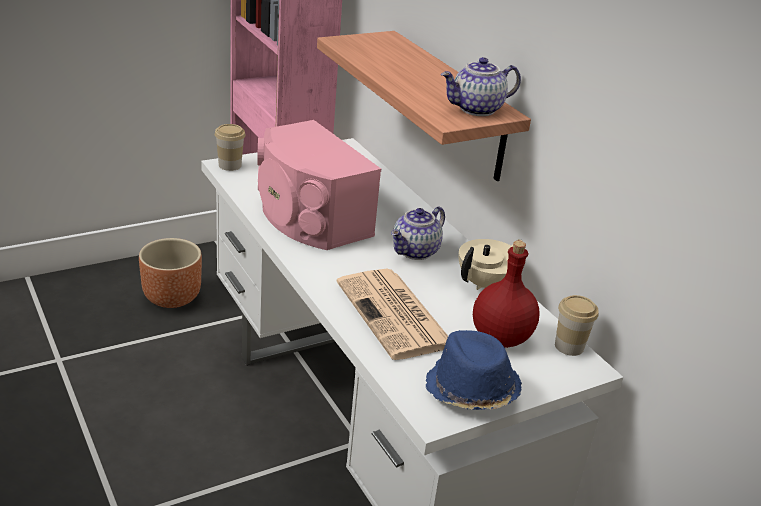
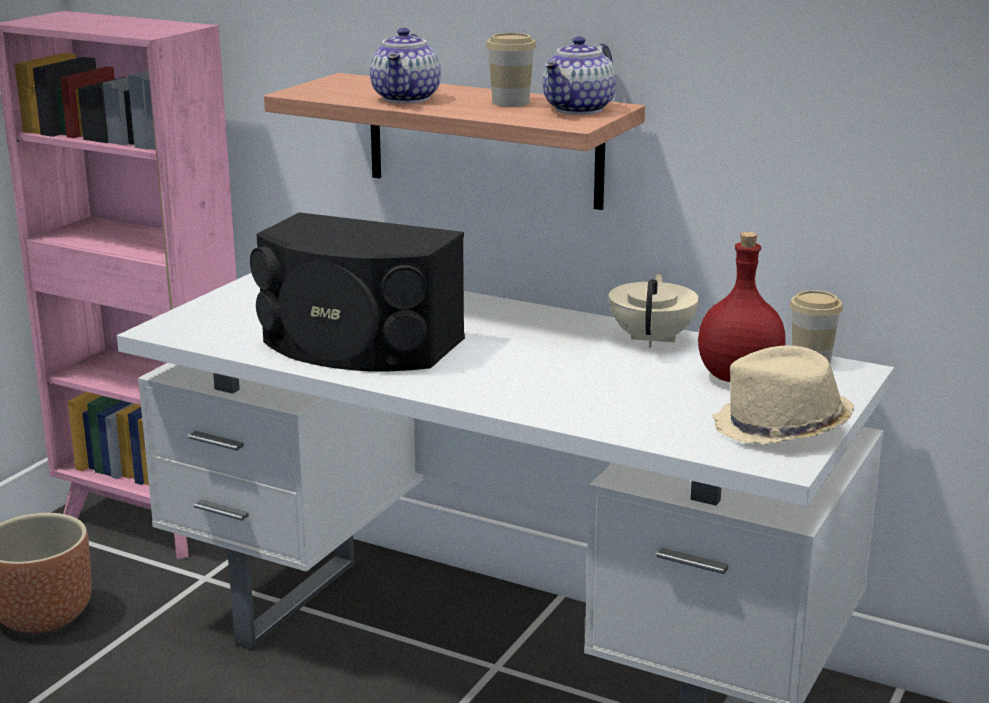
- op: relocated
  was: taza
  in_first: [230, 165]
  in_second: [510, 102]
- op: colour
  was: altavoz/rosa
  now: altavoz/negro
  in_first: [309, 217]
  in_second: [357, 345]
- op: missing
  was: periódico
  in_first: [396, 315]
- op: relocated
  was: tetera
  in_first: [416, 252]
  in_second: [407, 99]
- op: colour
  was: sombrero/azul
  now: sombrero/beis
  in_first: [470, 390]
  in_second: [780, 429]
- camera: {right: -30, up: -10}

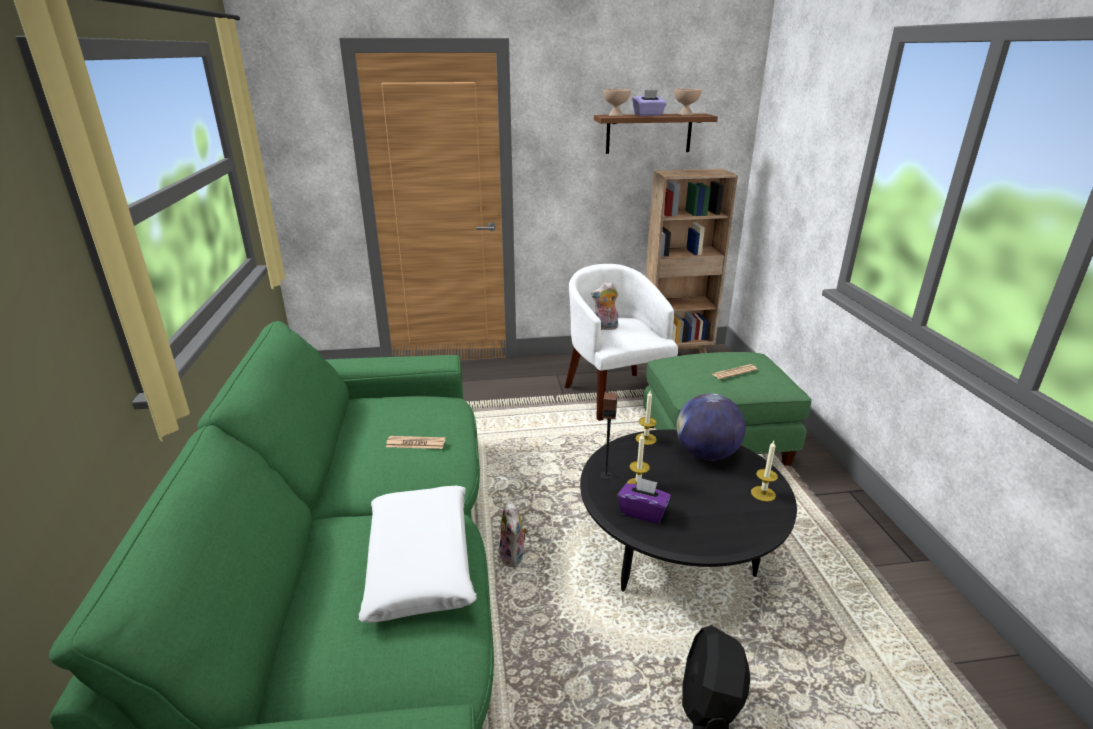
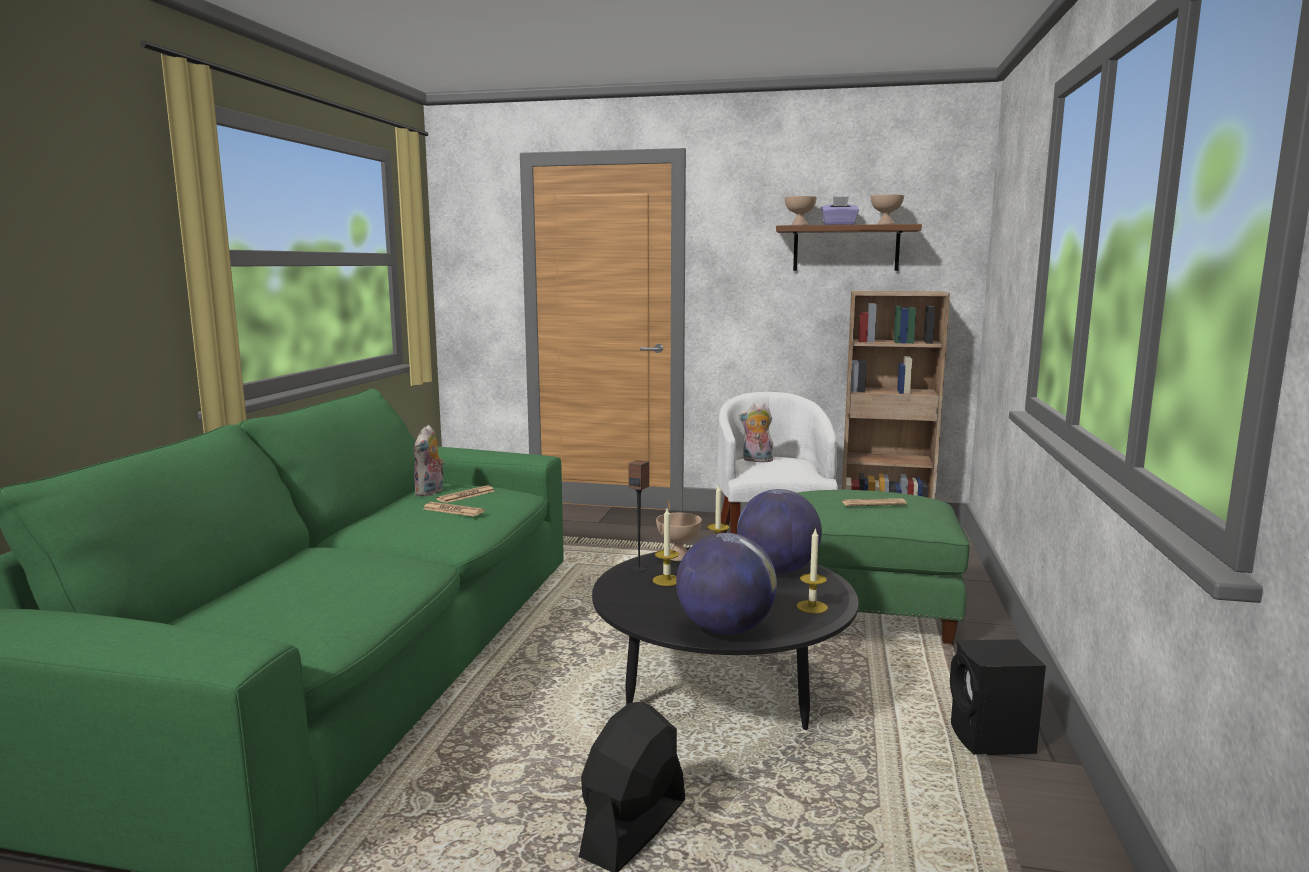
- op: missing
  was: cojín/blanco
  in_first: [421, 562]
- op: relocated
  was: peluche
  in_first: [514, 557]
  in_second: [430, 492]
- op: missing
  was: caja de pañuelos/morado
  in_first: [643, 512]
- op: appeared
  now: periódico
  in_second: [466, 495]
- op: appeared
  now: cuenco/beis
  in_second: [679, 557]
- op: appeared
  now: globo terráqueo
  in_second: [725, 629]
- op: appeared
  now: altavoz/negro
  in_second: [992, 740]
- camera: {right: 20, up: -15}

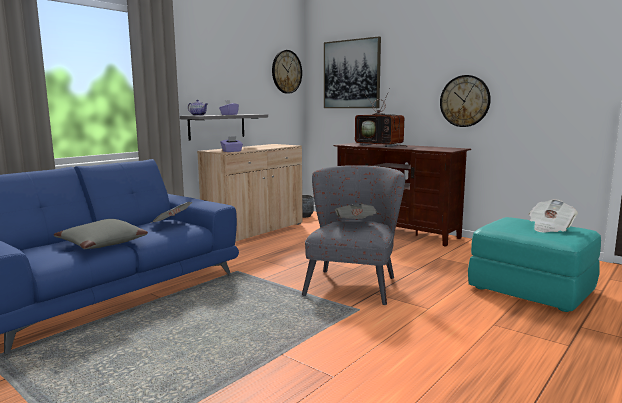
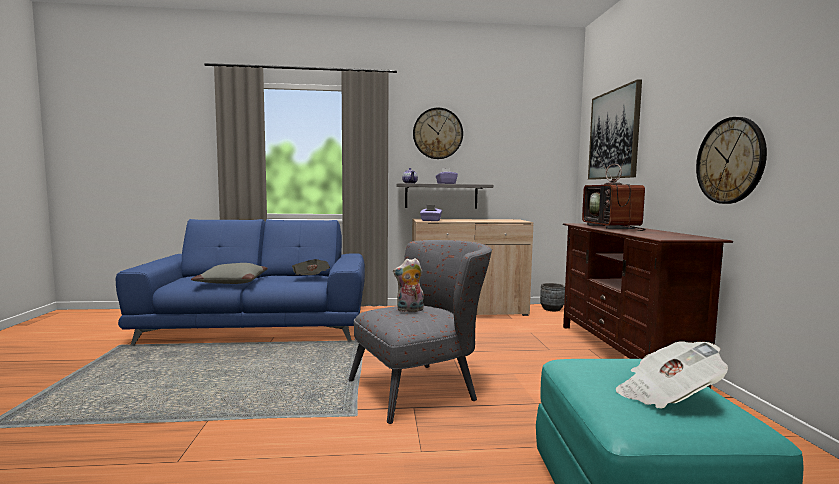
- op: relocated
  was: reloj de pared
  in_first: [286, 72]
  in_second: [437, 133]
- op: exchanged
  was: periódico
  now: peluche
  in_first: [355, 223]
  in_second: [409, 310]
- camera: {right: 45, up: -5}

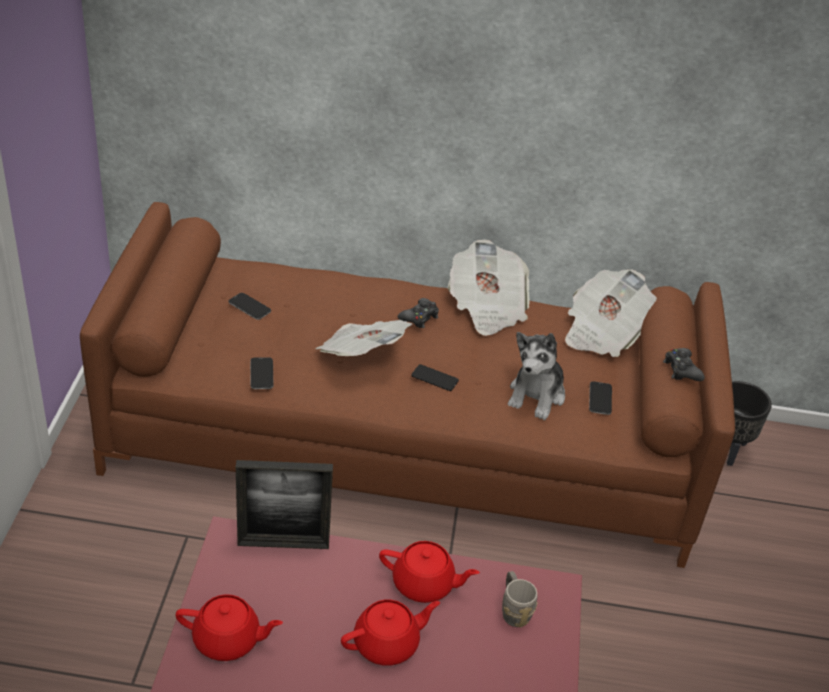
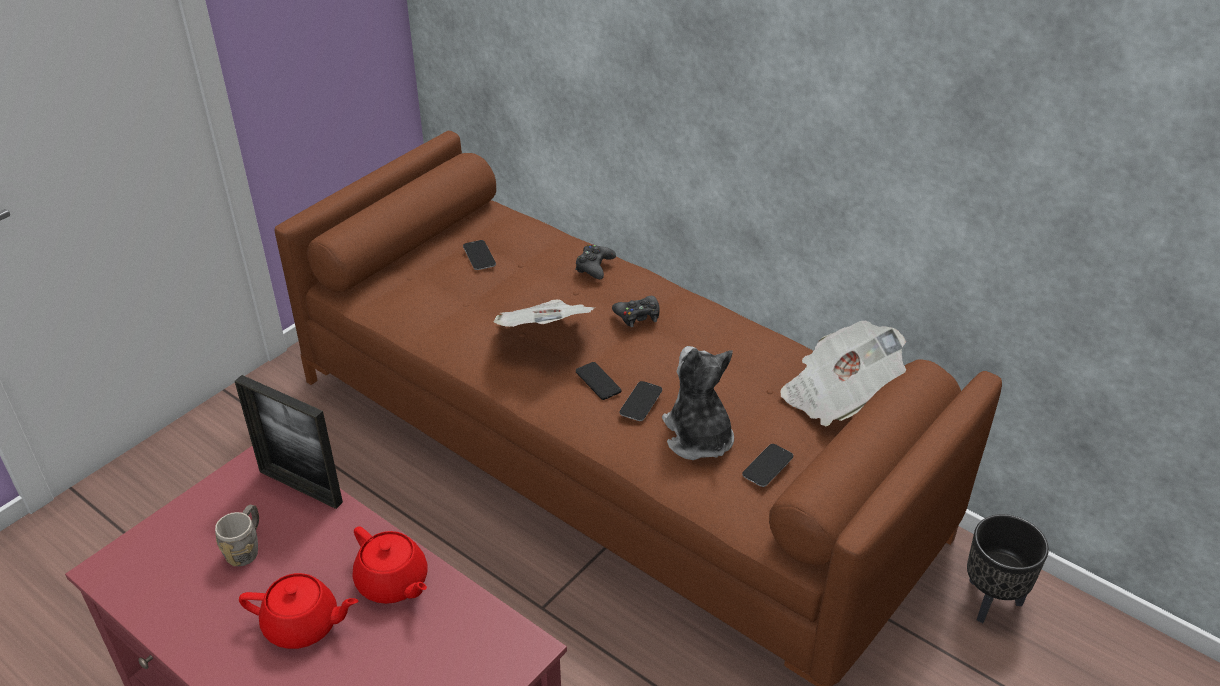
- op: missing
  was: tetera/rojo
  in_first: [228, 640]
- op: relocated
  was: móvil
  in_first: [261, 374]
  in_second: [641, 402]
- op: missing
  was: periódico
  in_first: [487, 307]
- op: relocated
  was: taza grande/gris
  in_first: [513, 610]
  in_second: [246, 548]
- op: spun
  was: peluche
  in_first: [536, 395]
  in_second: [698, 437]
  clockwise: 105
- op: relocated
  was: mando de consola/negro
  in_first: [681, 369]
  in_second: [594, 266]
- camera: {right: 35, up: 0}

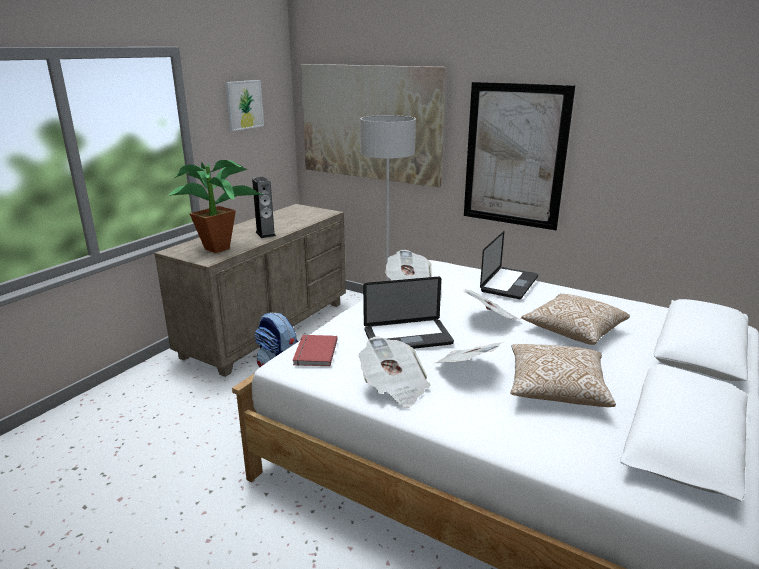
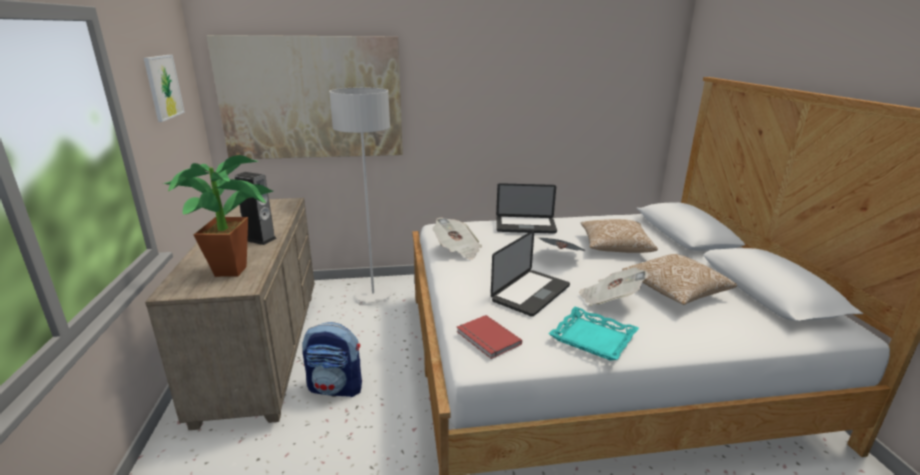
- op: exchanged
  was: periódico
  now: bandeja/turquesa
  in_first: [394, 387]
  in_second: [593, 338]
- op: missing
  was: cuadro
  in_first: [514, 156]
- op: spun
  was: portátil
  in_first: [509, 284]
  in_second: [525, 226]
  clockwise: 105
- camera: {right: -40, up: 0}

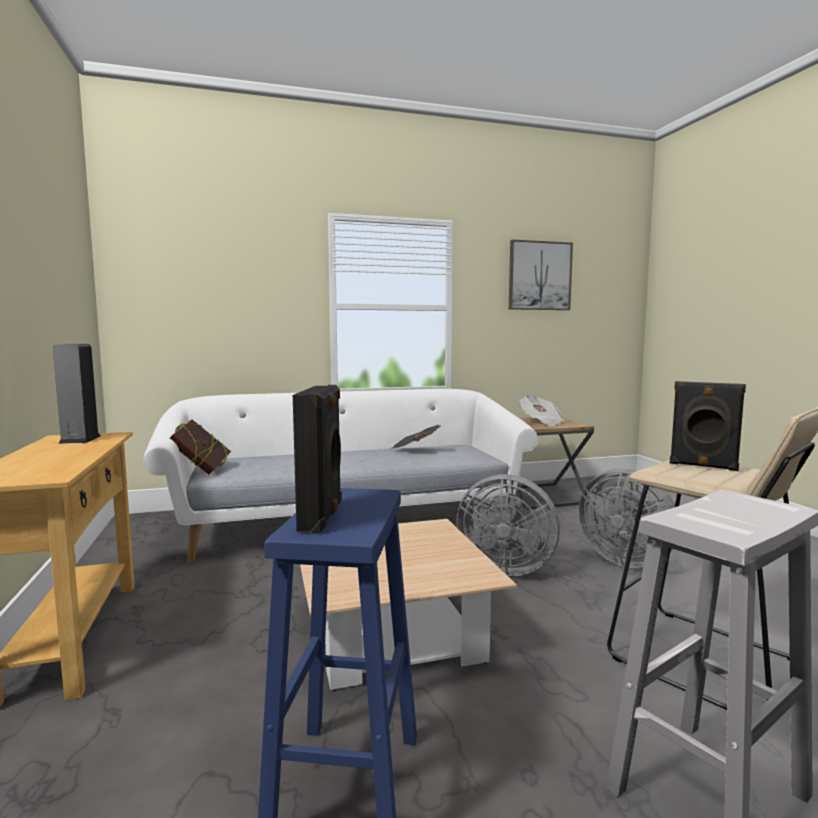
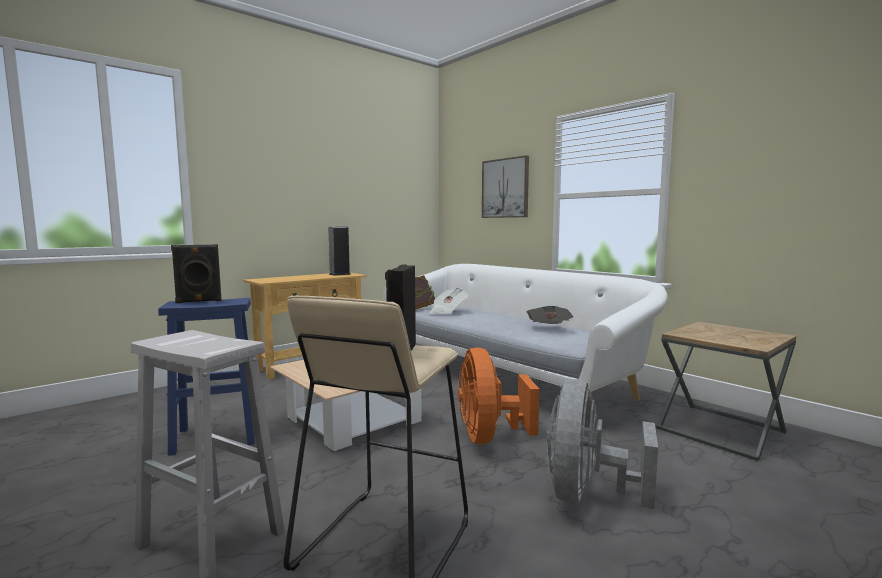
- op: colour
  was: ventilador/gris
  now: ventilador/naranja
  in_first: [503, 567]
  in_second: [489, 437]
- op: relocated
  was: cuadro
  in_first: [539, 276]
  in_second: [505, 188]
- op: relocated
  was: periódico
  in_first: [541, 422]
  in_second: [447, 312]
- camera: {right: 65, up: 0}

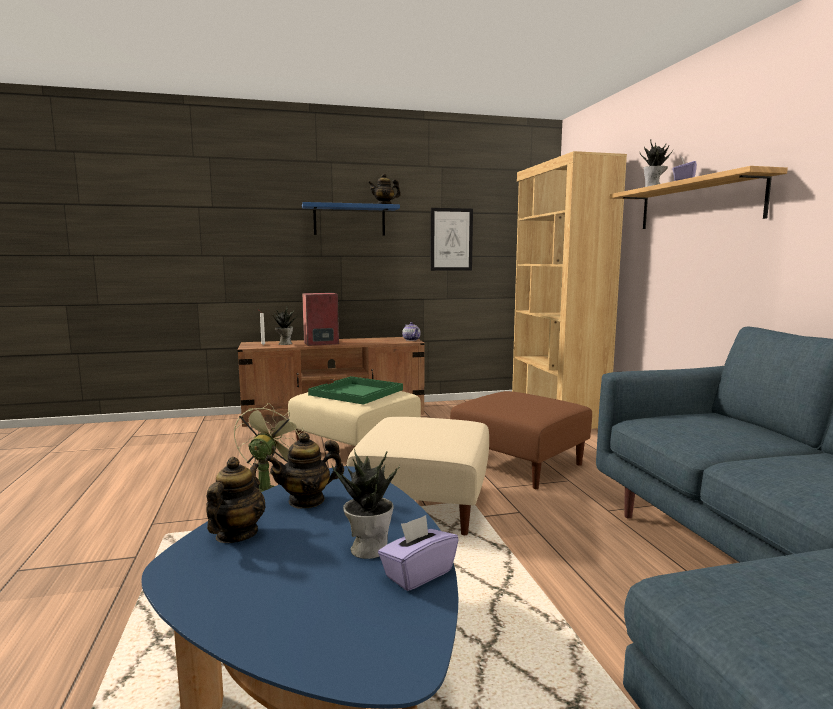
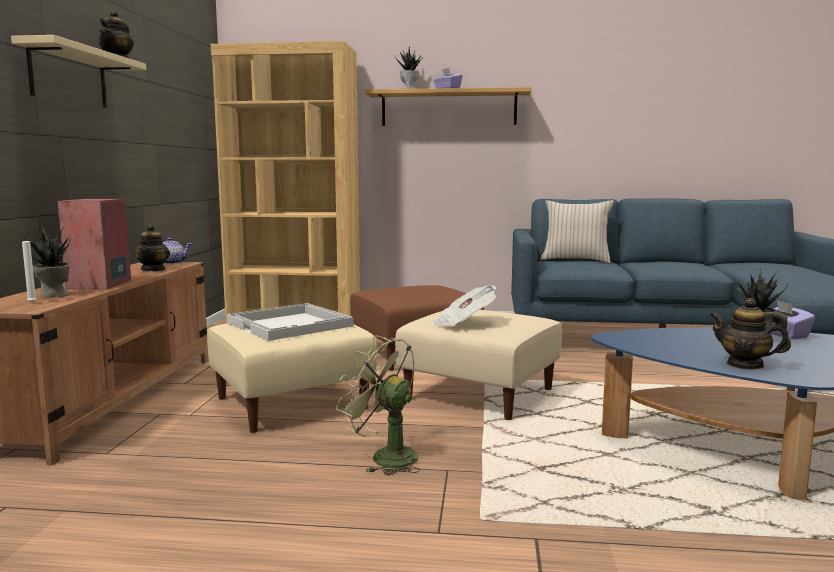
- op: relocated
  was: tetera
  in_first: [307, 500]
  in_second: [153, 269]
- op: colour
  was: estante/azul
  now: estante/beis
  in_first: [349, 220]
  in_second: [69, 77]
- op: colour
  was: bandeja/verde
  now: bandeja/blanco
  in_first: [356, 392]
  in_second: [291, 324]
- op: missing
  was: cuadro
  in_first: [451, 239]
- op: appeared
  now: periódico
  in_second: [463, 323]
- op: appeared
  now: cojín/beis
  in_second: [575, 260]
- camera: {right: -70, up: 0}

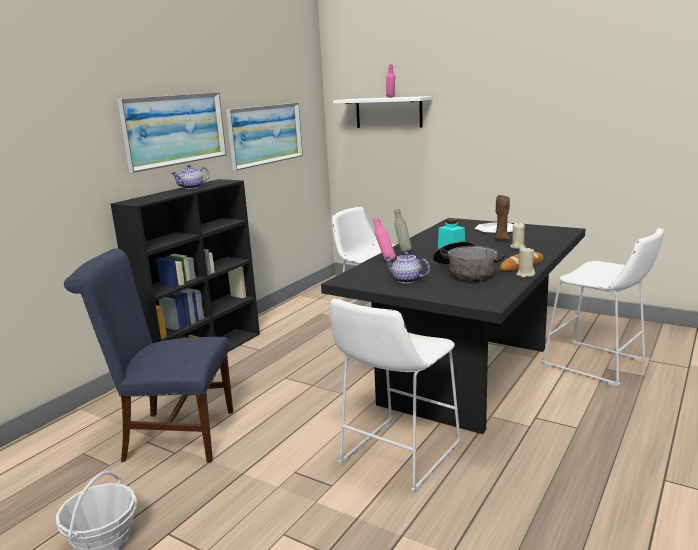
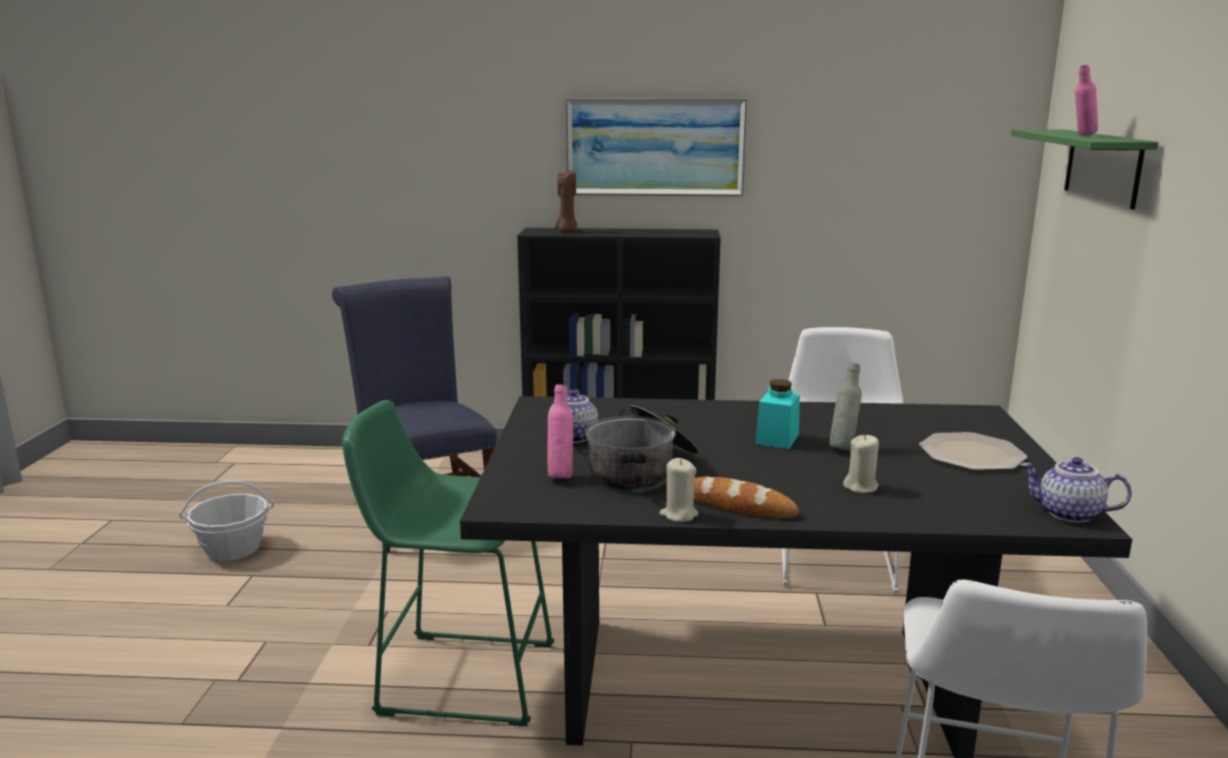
- op: relocated
  was: tetera
  in_first: [192, 187]
  in_second: [1068, 514]
- op: missing
  was: cuadro
  in_first: [265, 134]
- op: colour
  was: taburete/blanco
  now: taburete/verde
  in_first: [396, 456]
  in_second: [458, 676]
- op: colour
  was: estante/blanco
  now: estante/verde
  in_first: [388, 112]
  in_second: [1102, 167]
- op: relocated
  was: botella/rosa
  in_first: [385, 260]
  in_second: [560, 475]
- op: relocated
  was: botella/gris
  in_first: [403, 251]
  in_second: [843, 448]
- op: relocated
  was: vela/marrón
  in_first: [501, 239]
  in_second: [566, 231]
- camera: {right: 60, up: 0}

